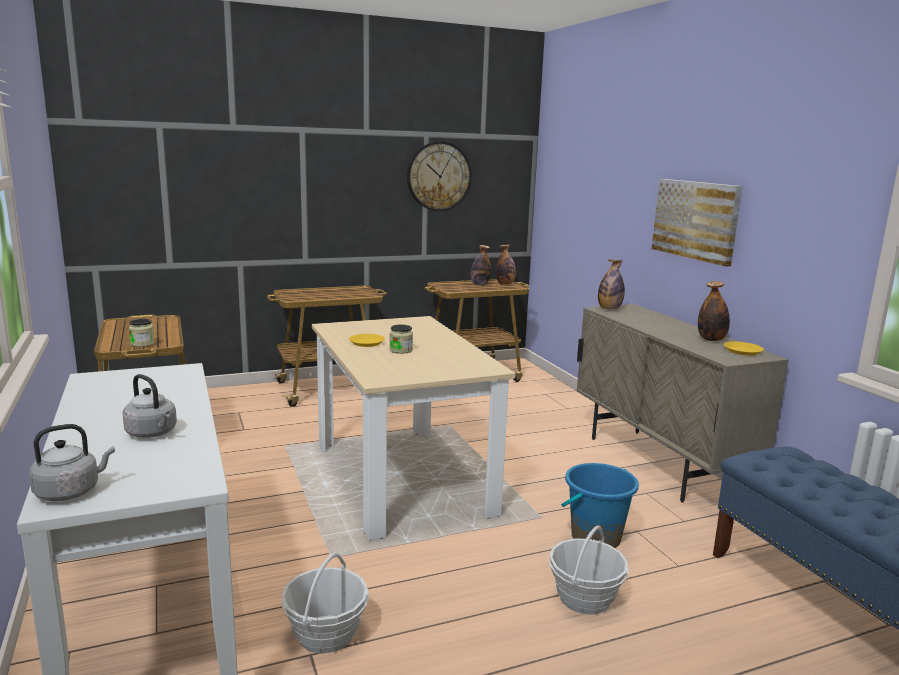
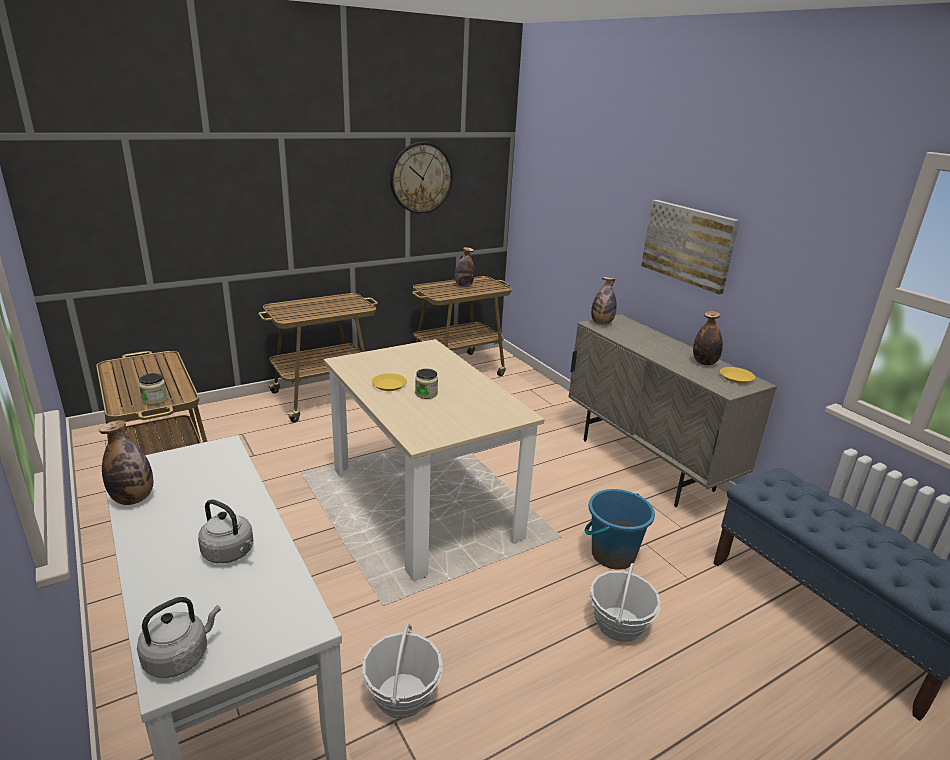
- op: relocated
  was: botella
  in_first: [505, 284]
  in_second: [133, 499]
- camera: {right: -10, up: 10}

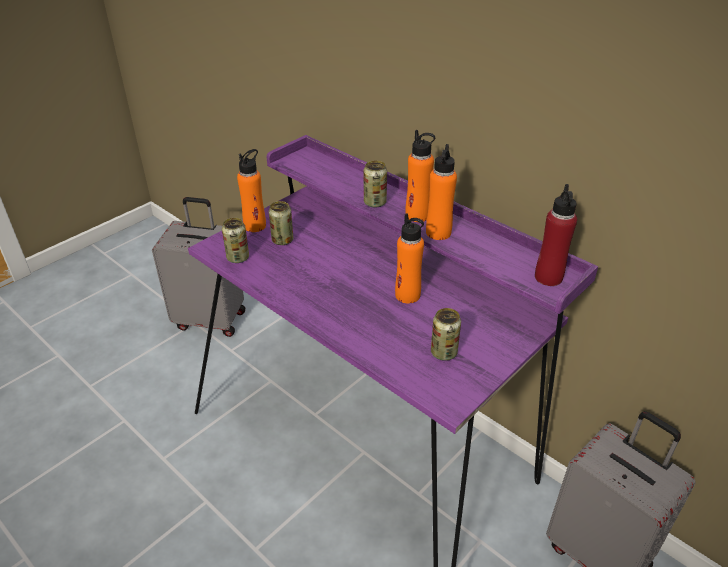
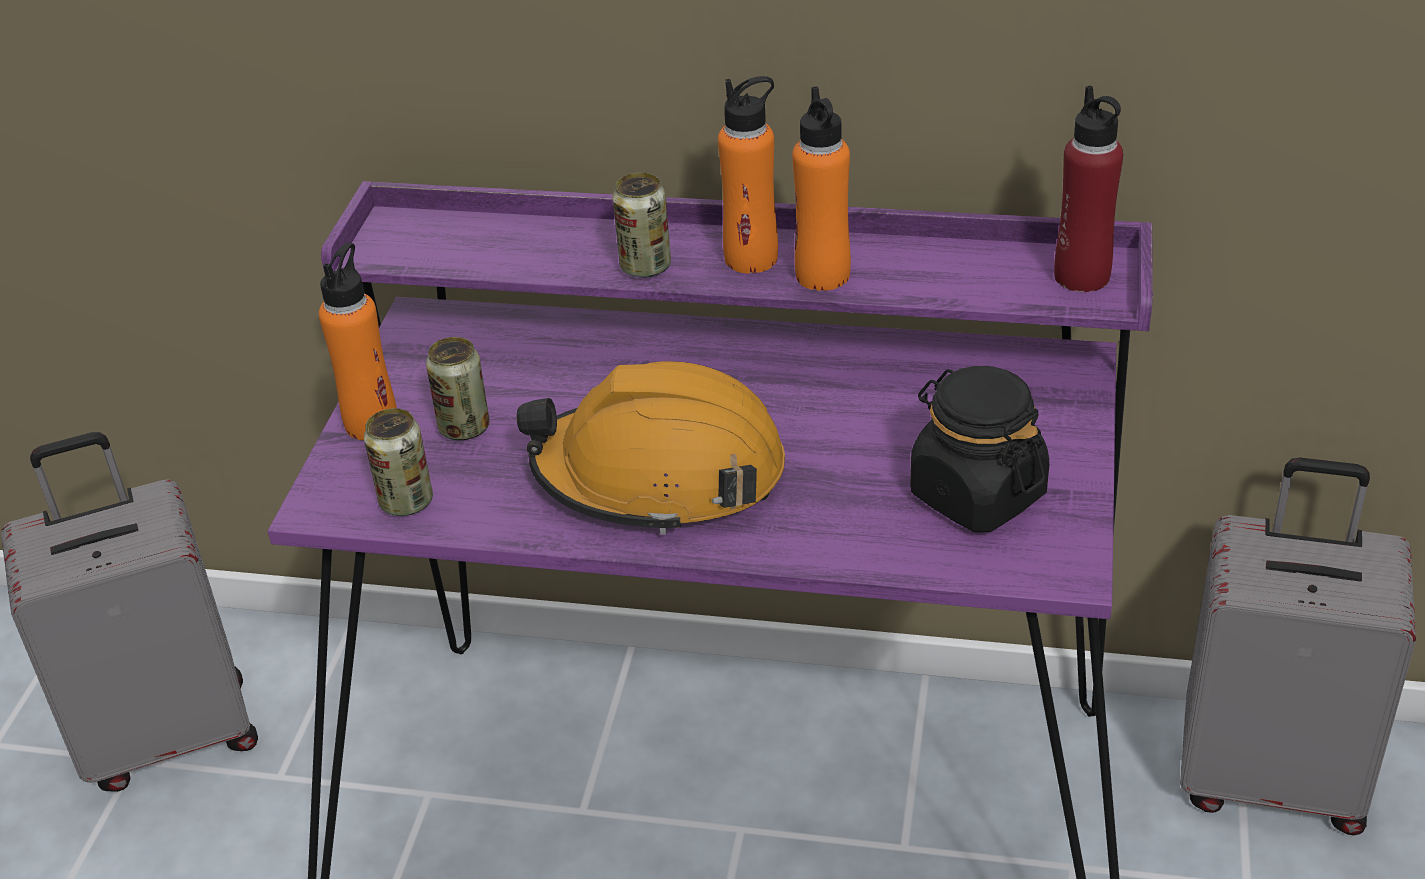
- op: missing
  was: botella/naranja
  in_first: [407, 295]
- op: exchanged
  was: lata
  now: tarro/negro
  in_first: [443, 352]
  in_second: [976, 494]
- op: appeared
  now: casco/naranja
  in_second: [660, 475]
- camera: {right: -30, up: 0}

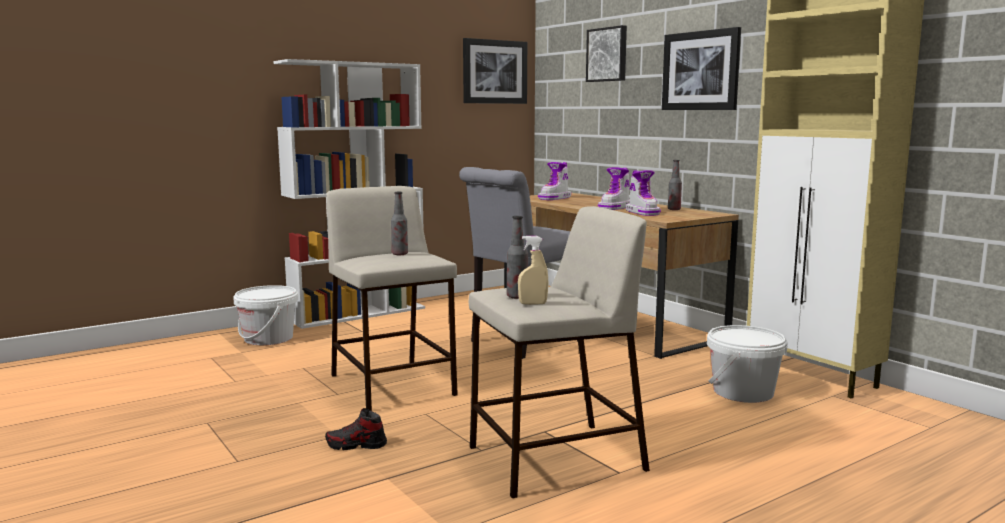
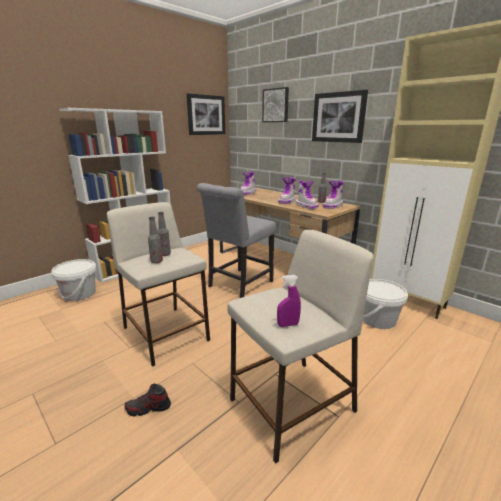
- op: relocated
  was: botella
  in_first: [517, 297]
  in_second: [156, 261]
- op: colour
  was: pulverizador/beis
  now: pulverizador/morado
  in_first: [532, 303]
  in_second: [288, 325]
- op: appeared
  now: bota
  in_second: [333, 206]
- camera: {right: -10, up: 10}

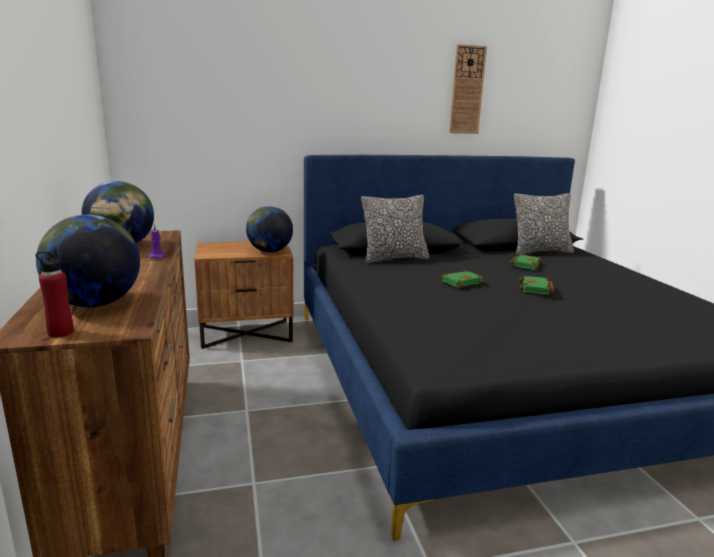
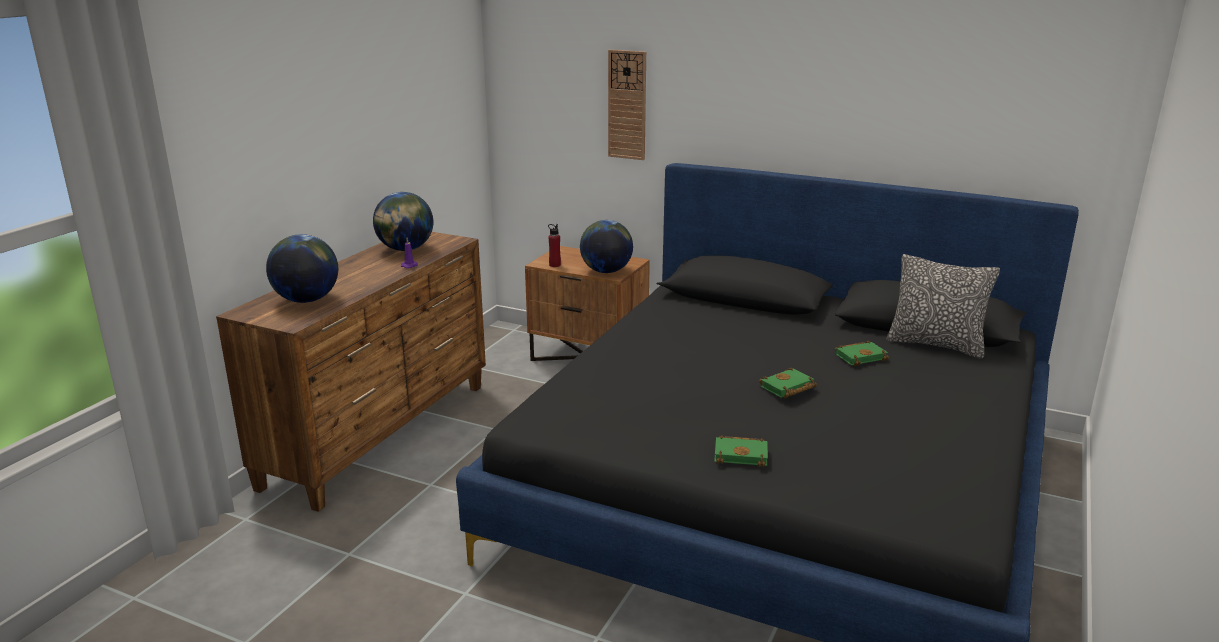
- op: relocated
  was: botella/rojo
  in_first: [60, 332]
  in_second: [554, 265]
- op: missing
  was: cojín
  in_first: [394, 258]
- op: relocated
  was: libro/verde
  in_first: [461, 282]
  in_second: [742, 455]
- op: relocated
  was: reloj de pared
  in_first: [467, 90]
  in_second: [627, 105]
- camera: {right: 40, up: 5}

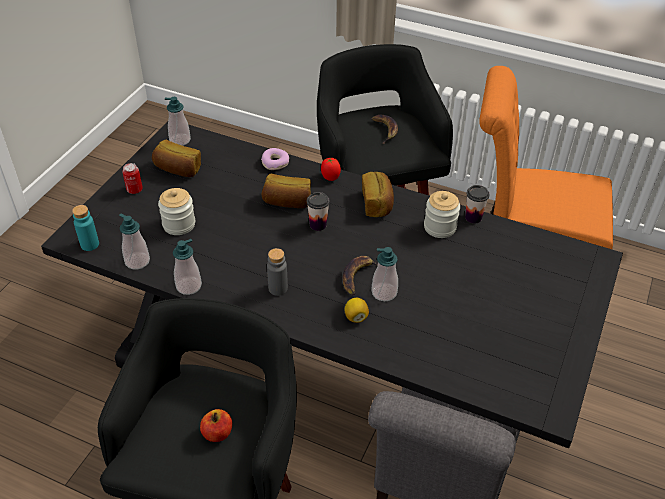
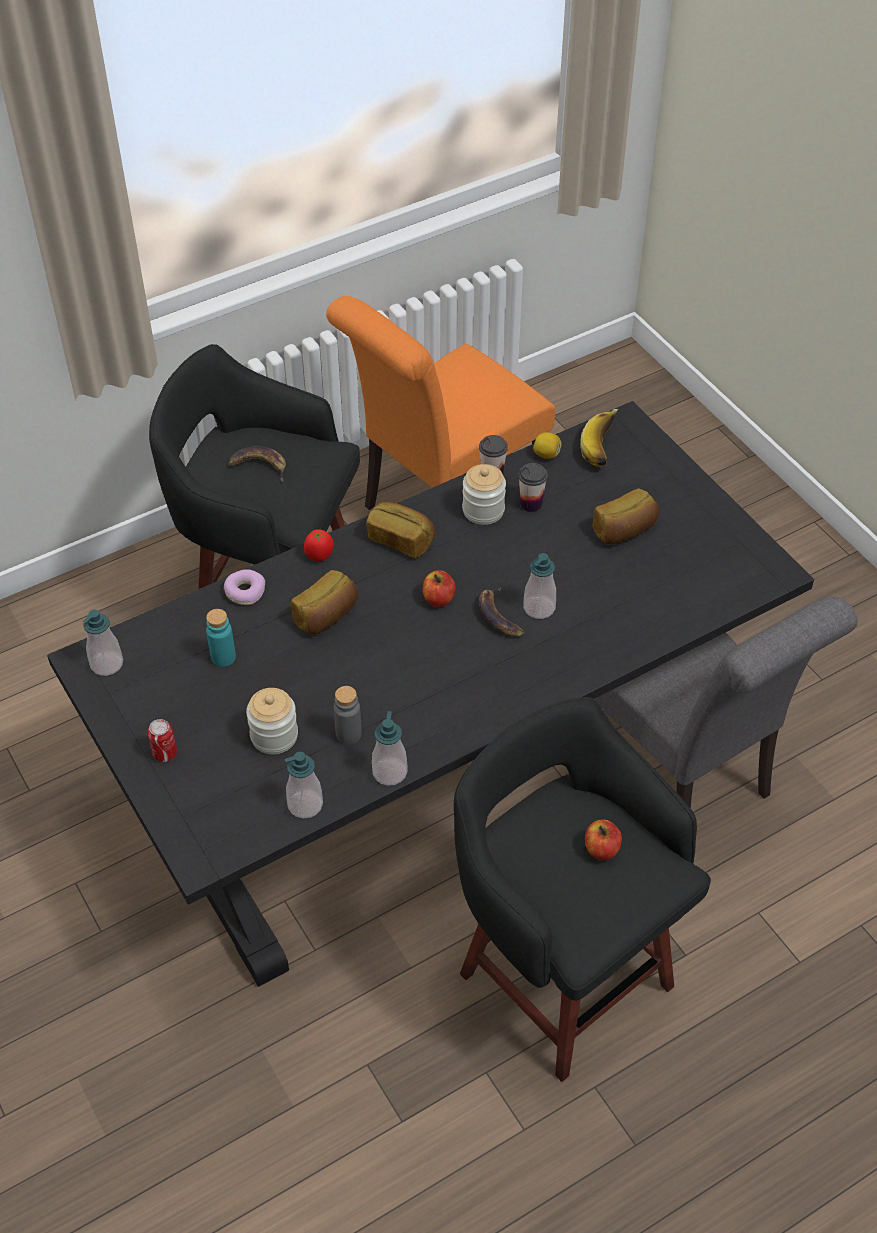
- op: relocated
  was: botella/turquesa
  in_first: [90, 244]
  in_second: [223, 657]
- op: relocated
  was: pan
  in_first: [178, 169]
  in_second: [625, 530]
- op: relocated
  was: botella/gris
  in_first: [278, 288]
  in_second: [348, 734]
- op: relocated
  was: taza
  in_first: [318, 225]
  in_second: [531, 504]
- op: relocated
  was: limón
  in_first: [356, 317]
  in_second: [546, 454]
- op: appeared
  now: manzana
  in_second: [438, 599]
- op: appeared
  now: plátano
  in_second: [605, 447]
- camera: {right: -55, up: 5}

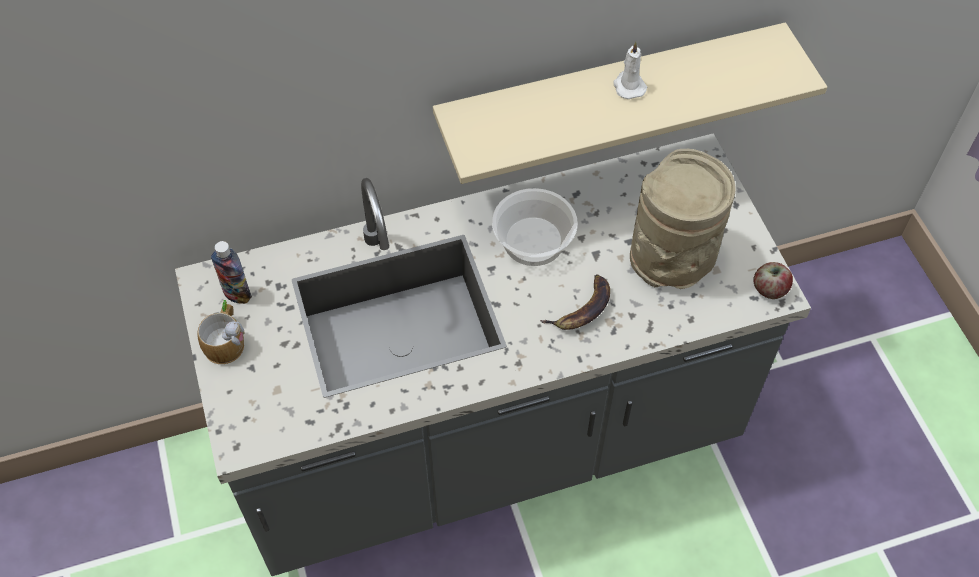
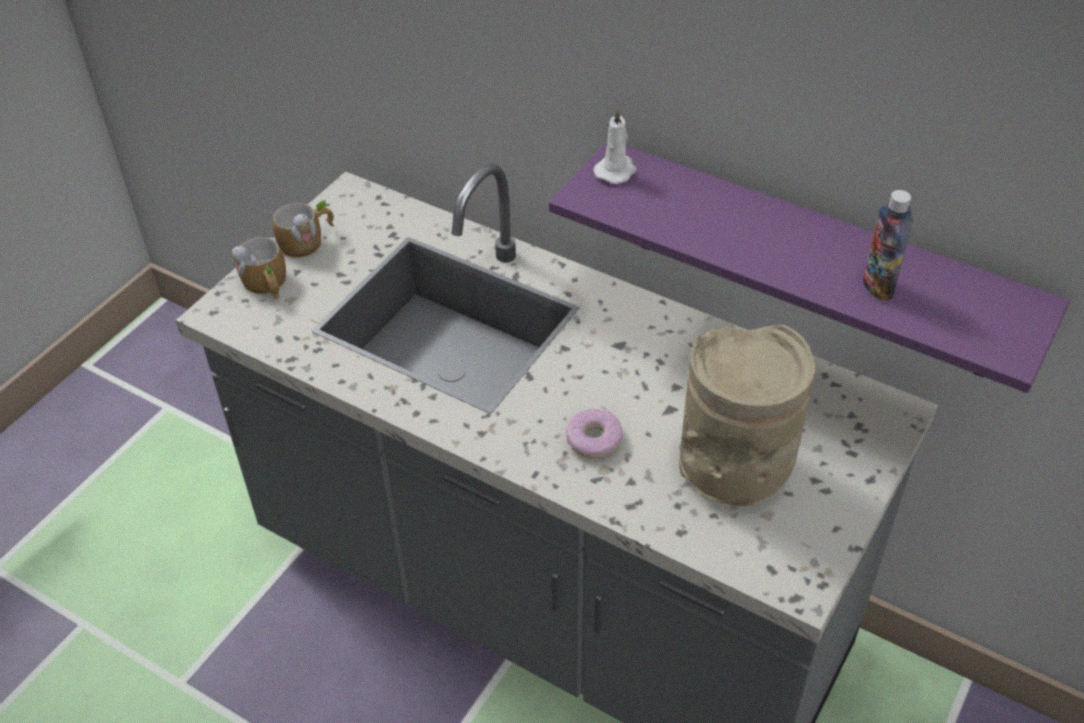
- op: relocated
  was: botella
  in_first: [237, 294]
  in_second: [878, 286]
- op: colour
  was: estante/beis
  now: estante/morado
  in_first: [609, 96]
  in_second: [813, 261]
- op: missing
  was: cuenco
  in_first: [532, 240]
- op: exchanged
  was: plátano
  now: rosquilla
  in_first: [582, 309]
  in_second: [593, 440]
- op: relocated
  was: vela/blanco
  in_first: [628, 86]
  in_second: [616, 171]
- op: missing
  was: manzana
  in_first: [769, 289]
- op: appeared
  now: taza grande
  in_second: [266, 285]
- camera: {right: 50, up: -10}

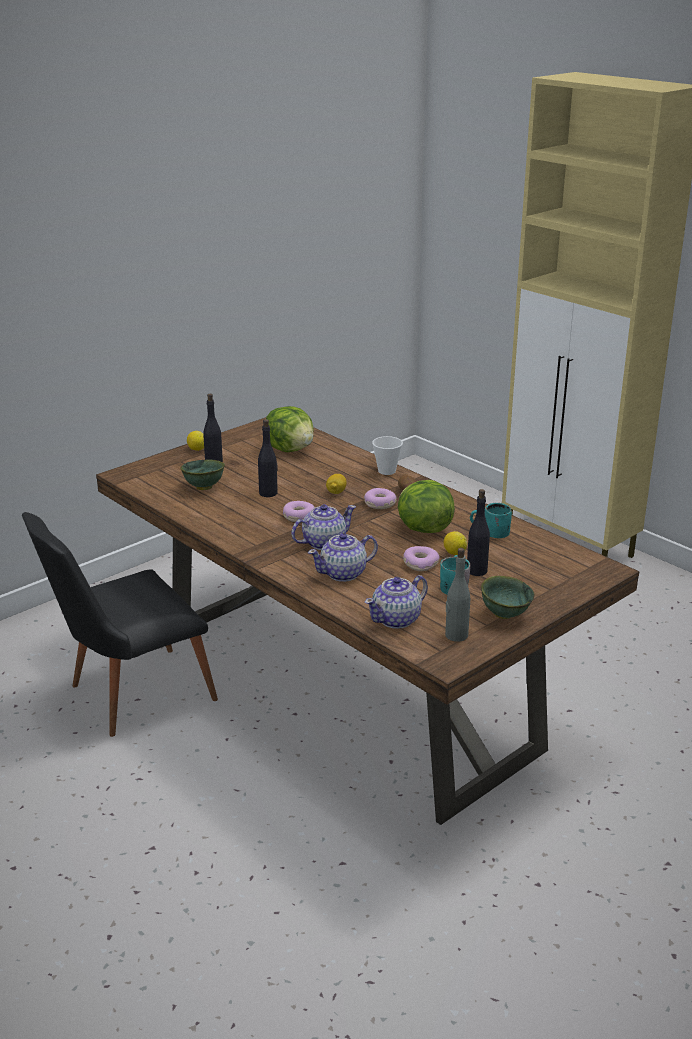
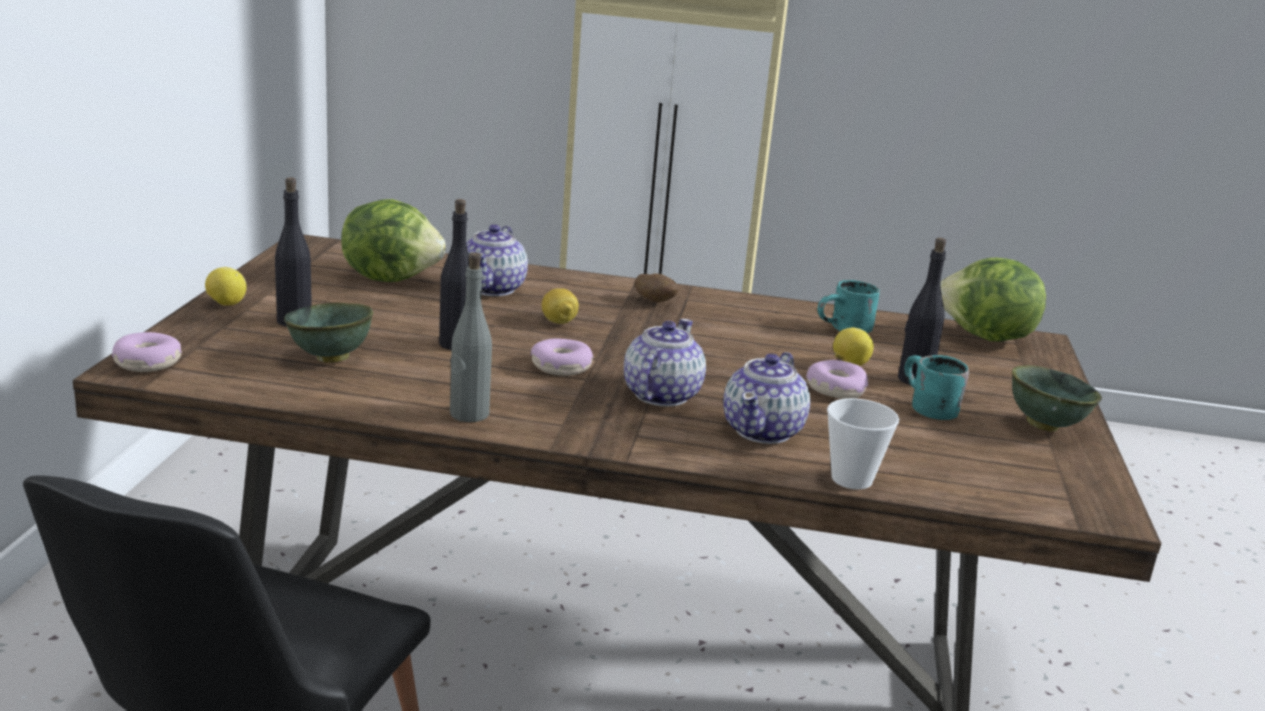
- op: relocated
  was: rosquilla
  in_first: [380, 504]
  in_second: [148, 363]
- op: relocated
  was: tetera
  in_first: [397, 619]
  in_second: [493, 288]
- op: relocated
  was: taza
  in_first: [387, 471]
  in_second: [851, 479]
- op: relocated
  was: lechuga
  in_first: [423, 529]
  in_second: [986, 338]
- op: relocated
  was: botella/gris
  in_first: [456, 635]
  in_second: [469, 414]
- camera: {right: -40, up: -5}

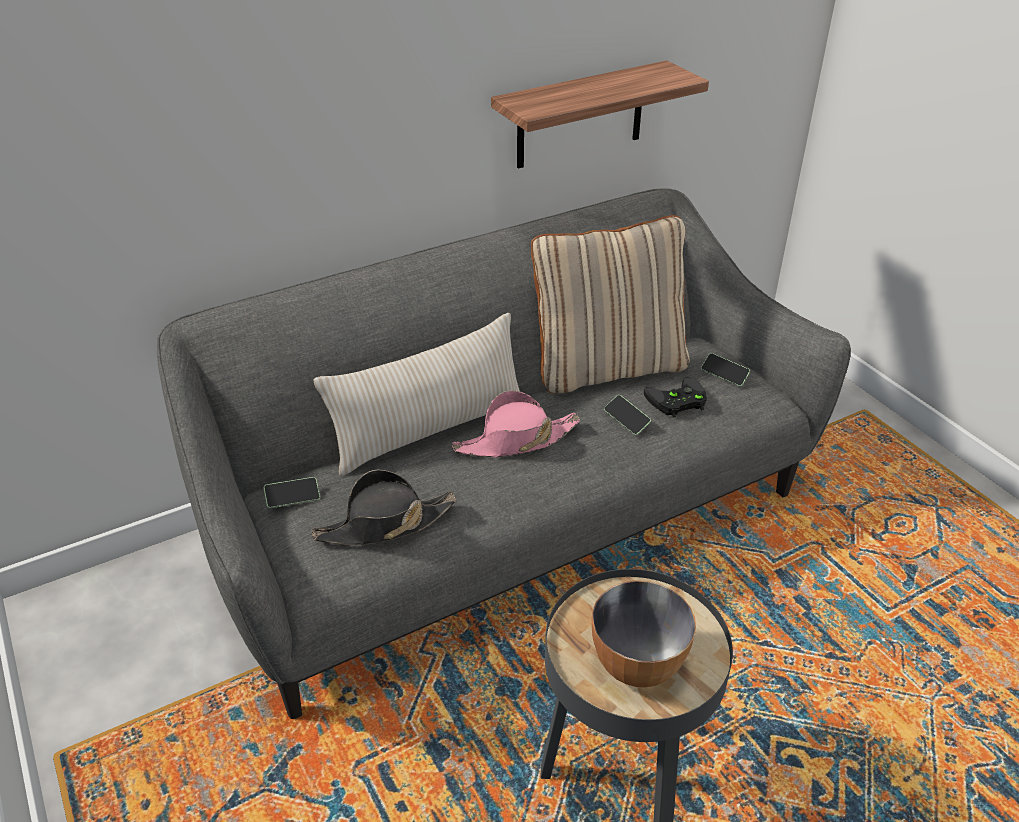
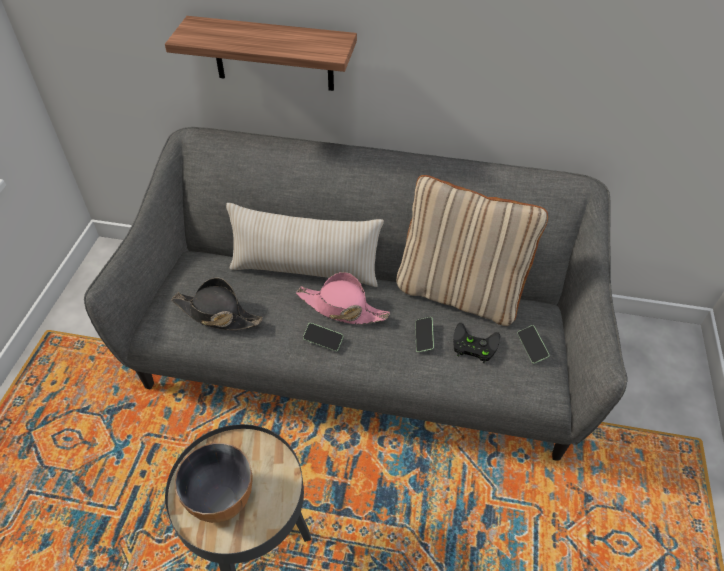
- op: relocated
  was: móvil
  in_first: [293, 498]
  in_second: [323, 340]
- op: relocated
  was: estante
  in_first: [580, 116]
  in_second: [273, 54]
- camera: {right: 40, up: 10}

